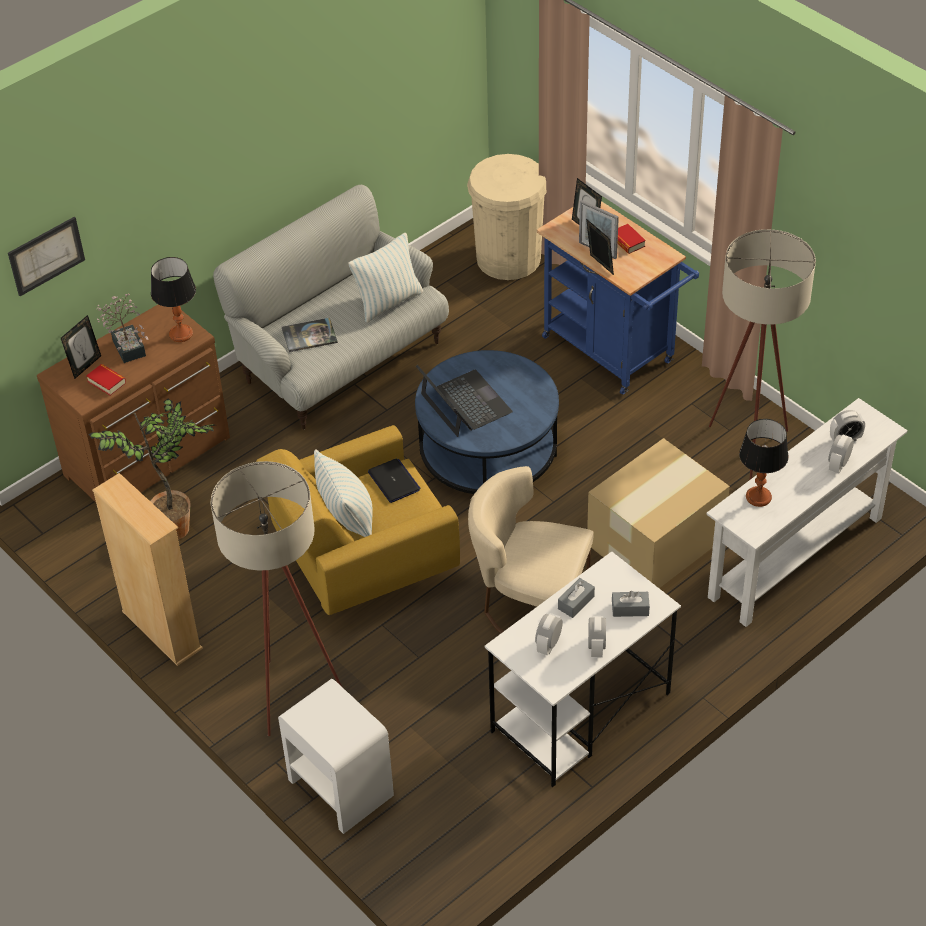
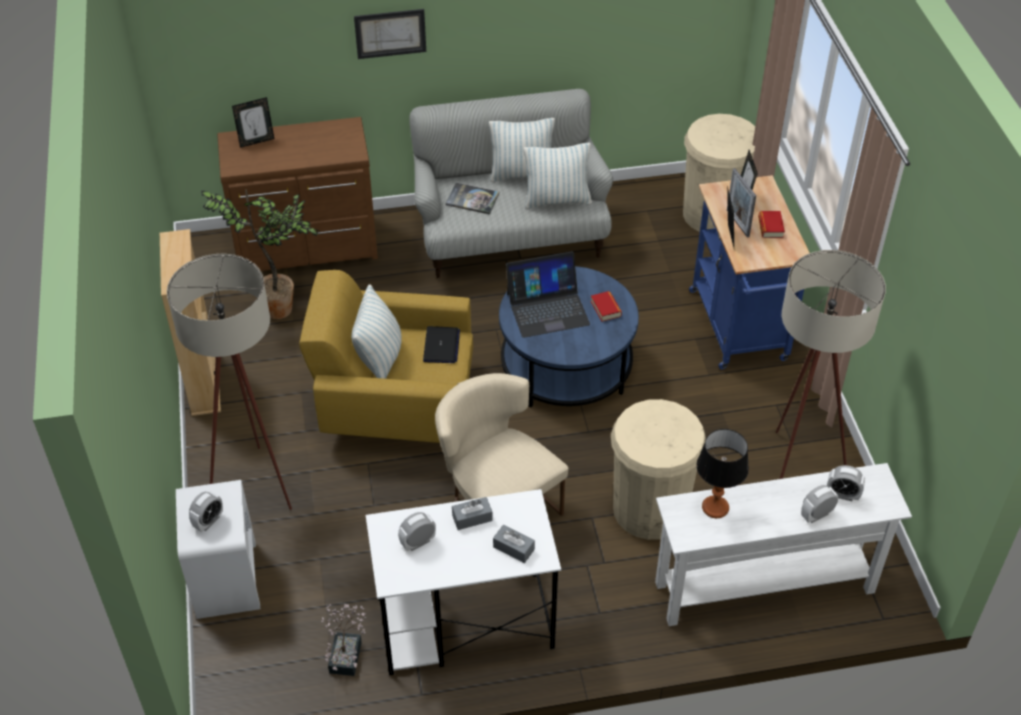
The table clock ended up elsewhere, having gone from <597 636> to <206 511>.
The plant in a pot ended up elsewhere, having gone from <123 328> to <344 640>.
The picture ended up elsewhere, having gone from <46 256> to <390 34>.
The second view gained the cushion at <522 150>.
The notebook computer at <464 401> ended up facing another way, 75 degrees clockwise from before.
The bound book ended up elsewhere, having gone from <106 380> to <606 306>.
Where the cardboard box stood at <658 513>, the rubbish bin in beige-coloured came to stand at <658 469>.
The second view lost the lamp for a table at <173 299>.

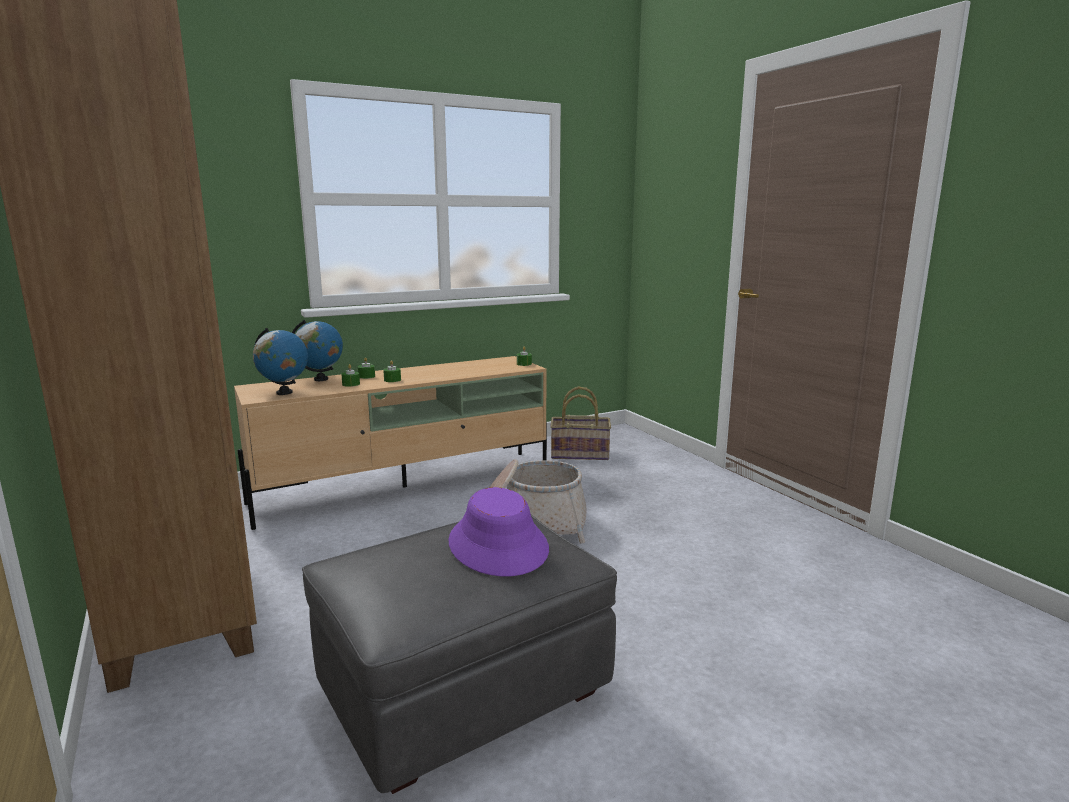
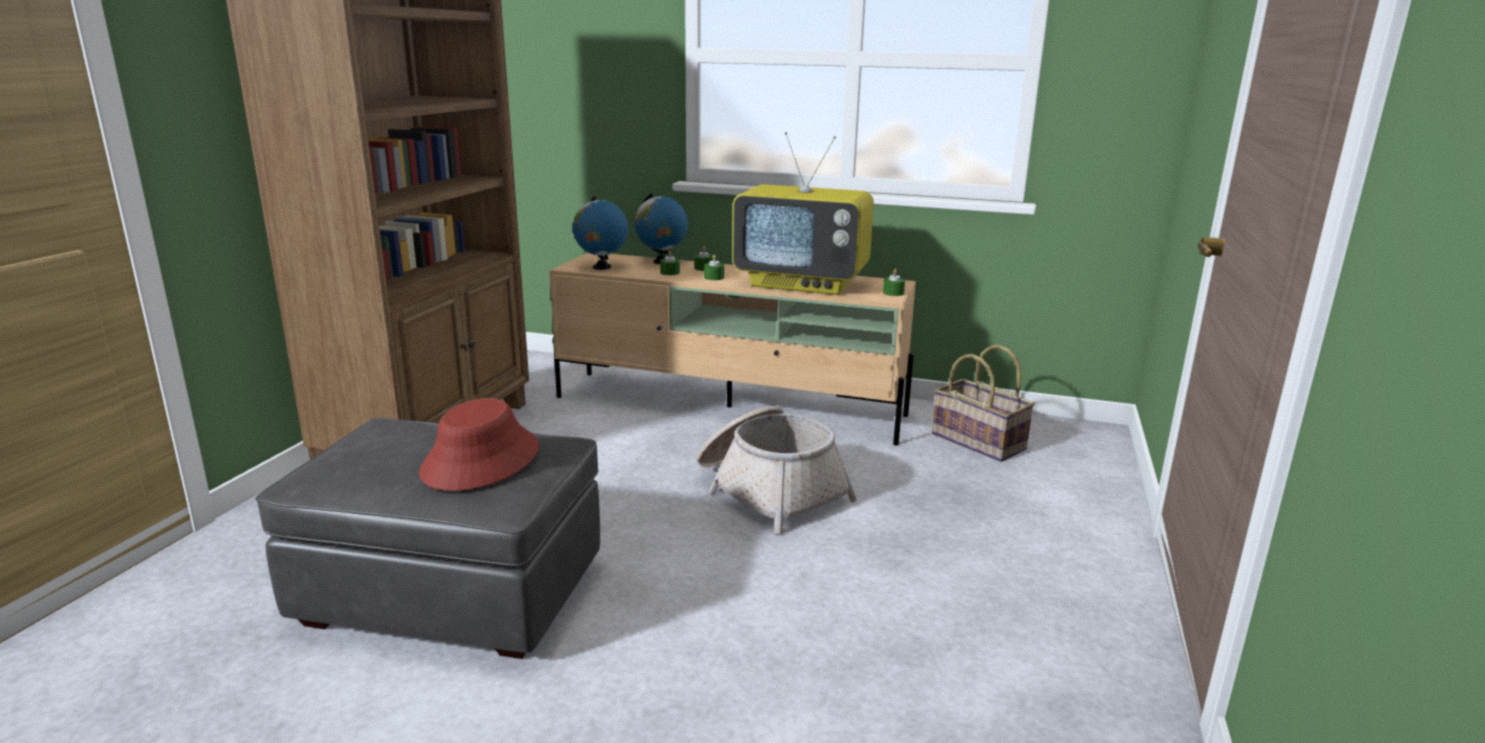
What was the clothing hat in purple at <498 531> turned into the clothing hat in red-coloured at <479 444>.
The second view gained the TV at <803 213>.

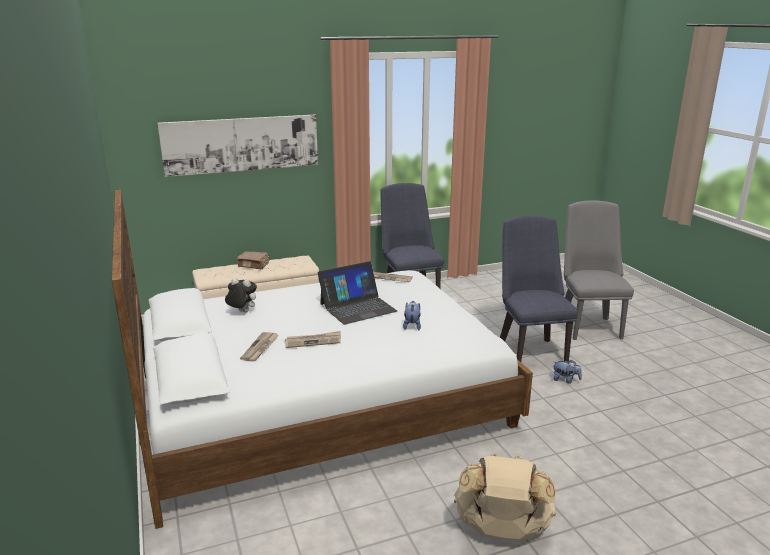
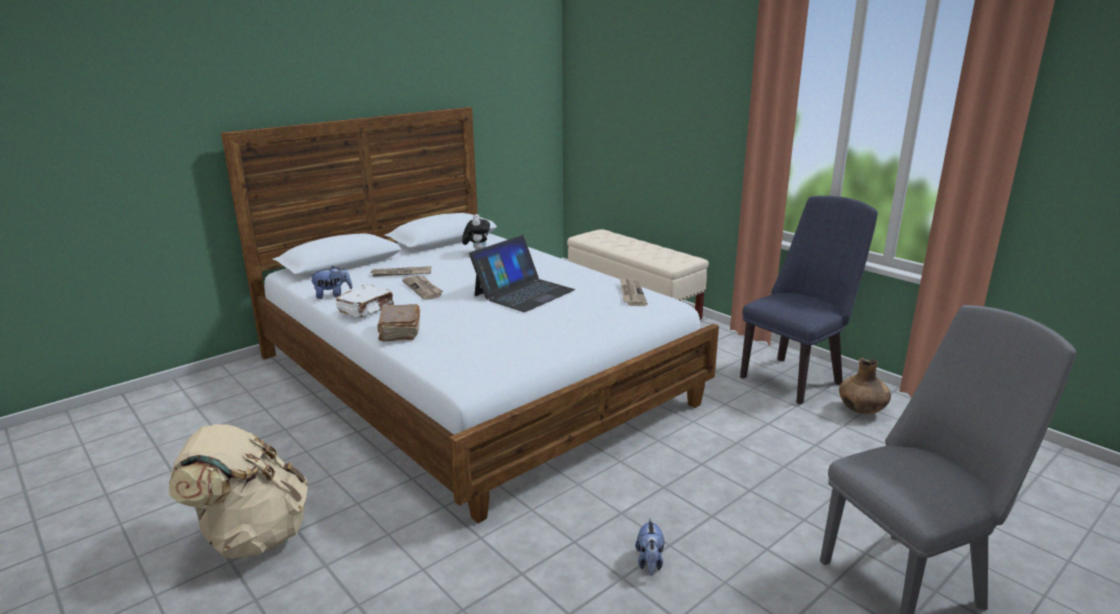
The soft toy ended up elsewhere, having gone from <412 315> to <331 282>.
The second view gained the bound book in whitish at <364 301>.
The bound book in brown-coloured ended up elsewhere, having gone from <252 260> to <399 323>.
The notebook computer at <357 293> ended up facing another way, 90 degrees counterclockwise from before.
The second view gained the decorative vase in brown-coloured at <865 386>.
The second view lost the picture at <238 146>.
The second view lost the plain chair in blue-coloured at <539 288>.

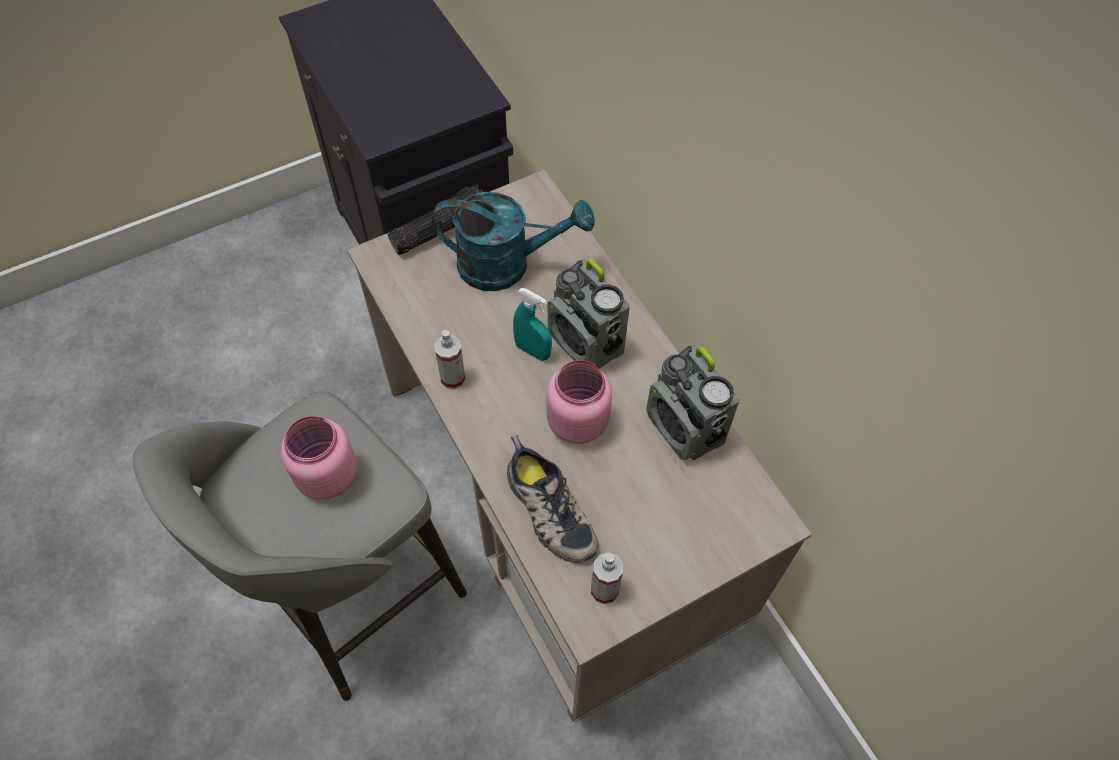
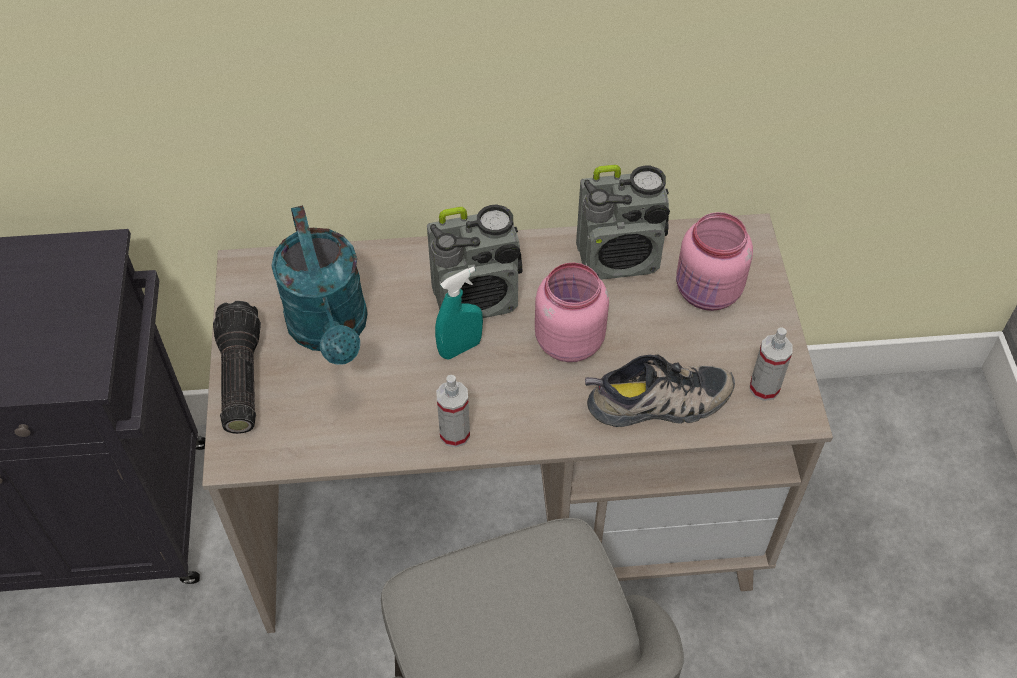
The watering can in turquoise-coloured at <513 241> ended up facing another way, 135 degrees clockwise from before.
The storage jar in pink ended up elsewhere, having gone from <319 458> to <714 261>.

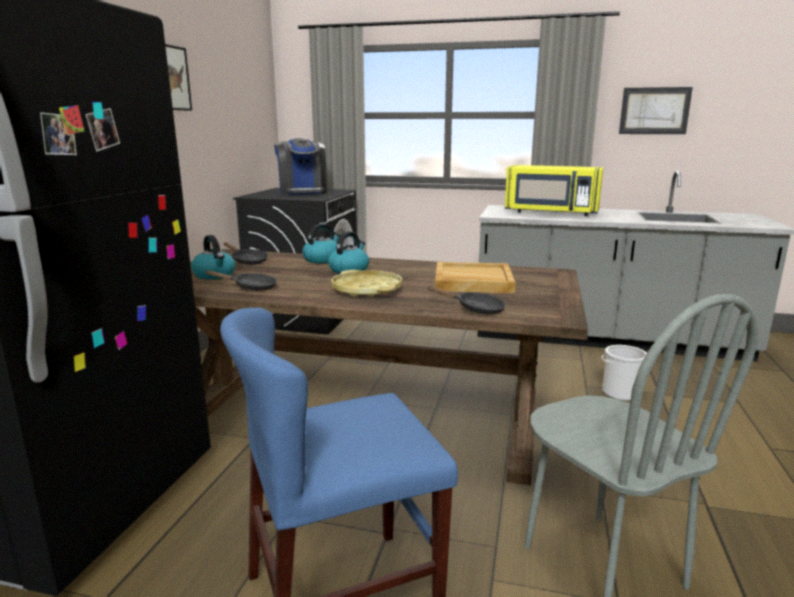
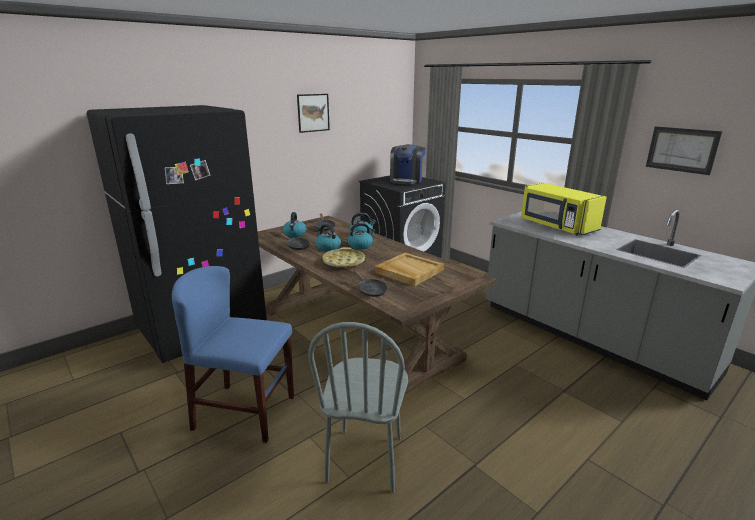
The second view gained the tea kettle at <328 237>.
The second view lost the pail at <624 373>.

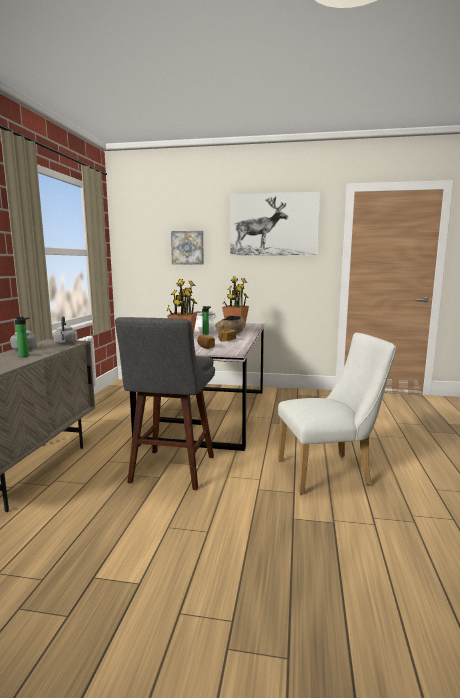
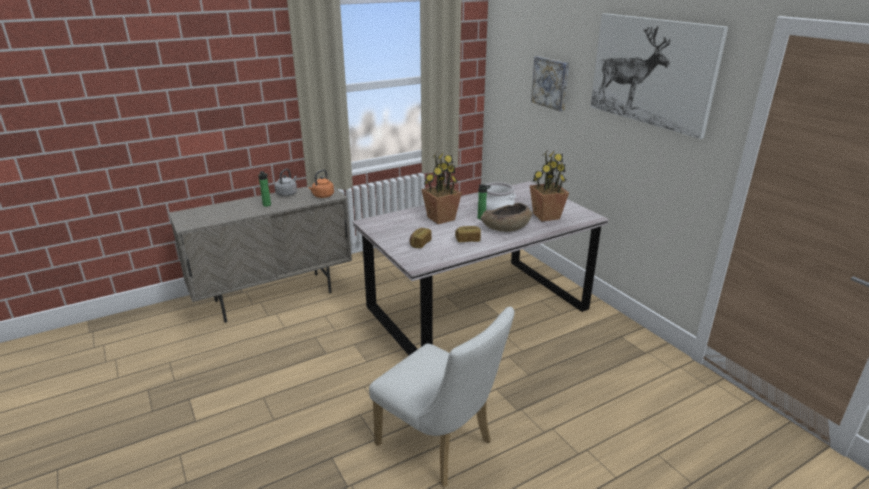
What was the tea kettle in gray at <65 330> turned into the tea kettle in orange-coloured at <321 184>.
The second view lost the stool seat in gray at <165 403>.

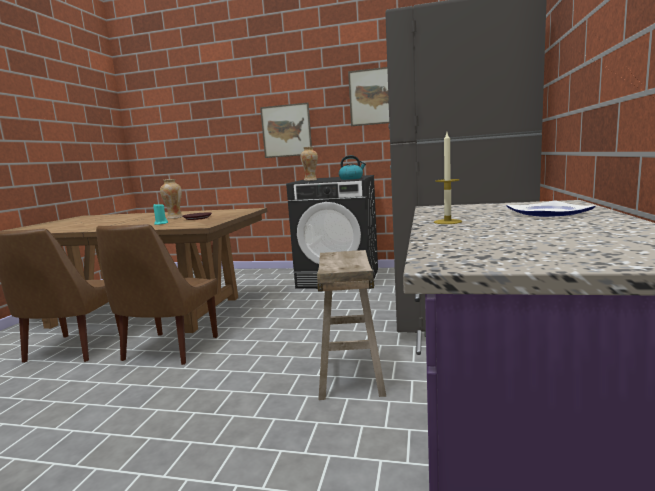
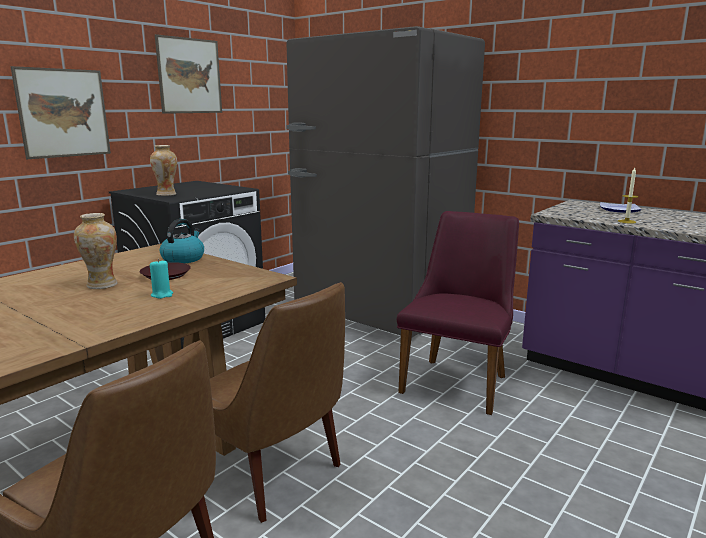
The tea kettle ended up elsewhere, having gone from <352 167> to <182 241>.
Where the stool seat in beige-coloured stood at <351 325>, the plain chair in purple came to stand at <458 313>.

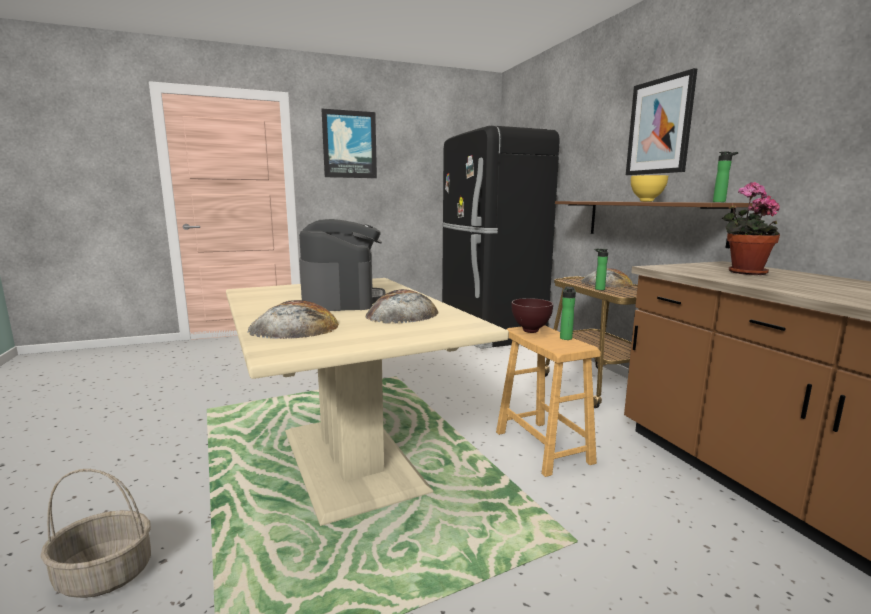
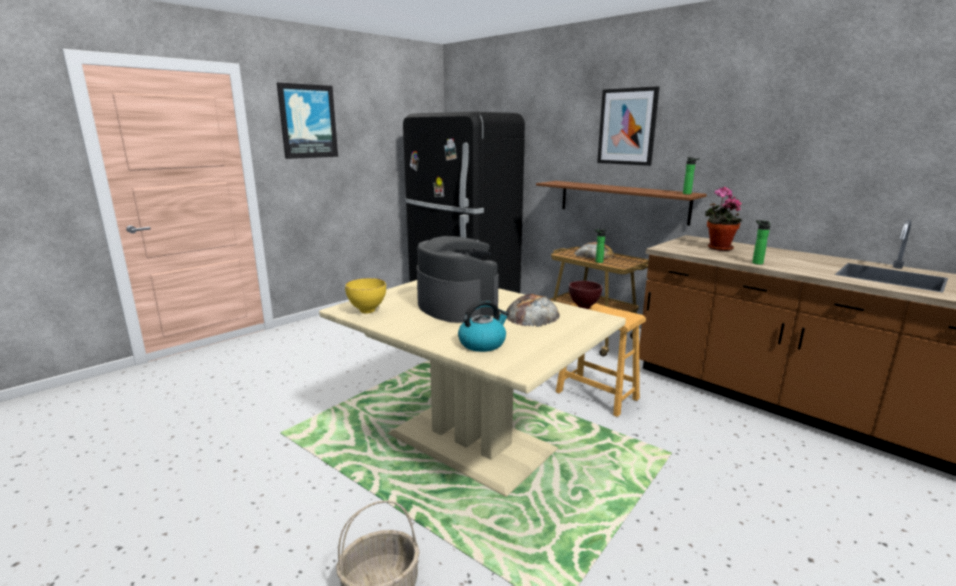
The deep dish in yellowish ended up elsewhere, having gone from <649 188> to <365 296>.
Where the bakery bread stood at <293 319>, the tea kettle came to stand at <483 326>.
The drink bottle ended up elsewhere, having gone from <568 313> to <761 242>.

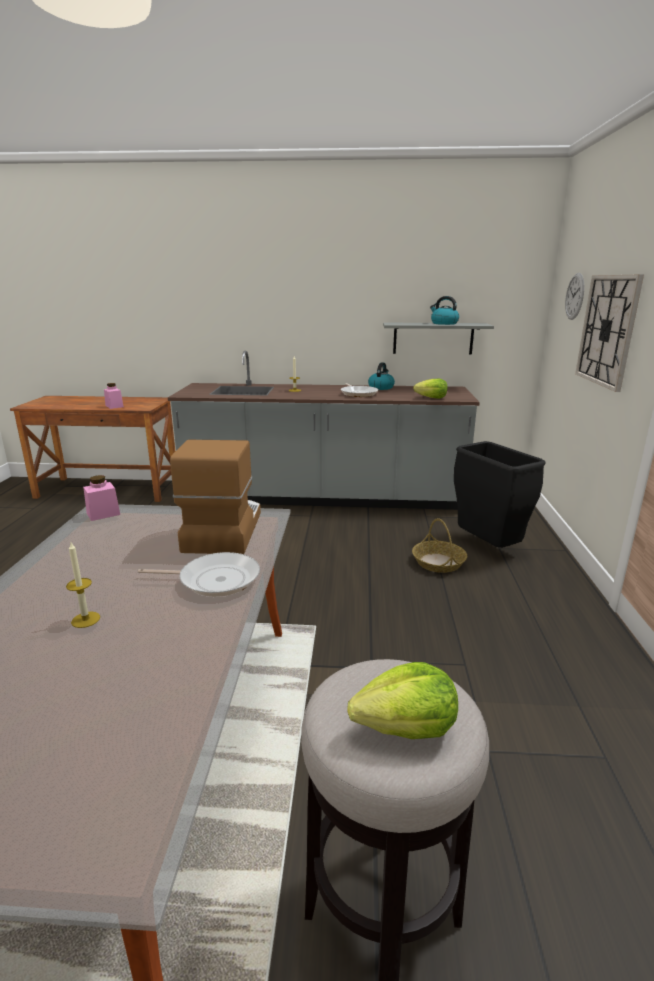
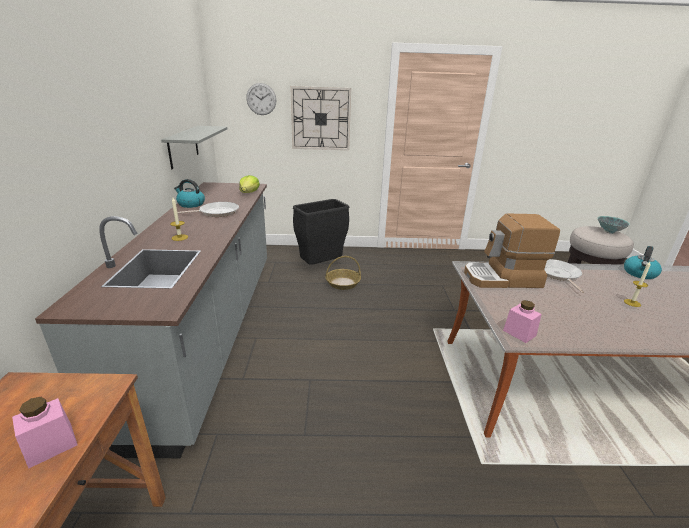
Where the lettuce stood at <402 700>, the deep dish came to stand at <613 225>.
The tea kettle ended up elsewhere, having gone from <444 310> to <643 262>.

